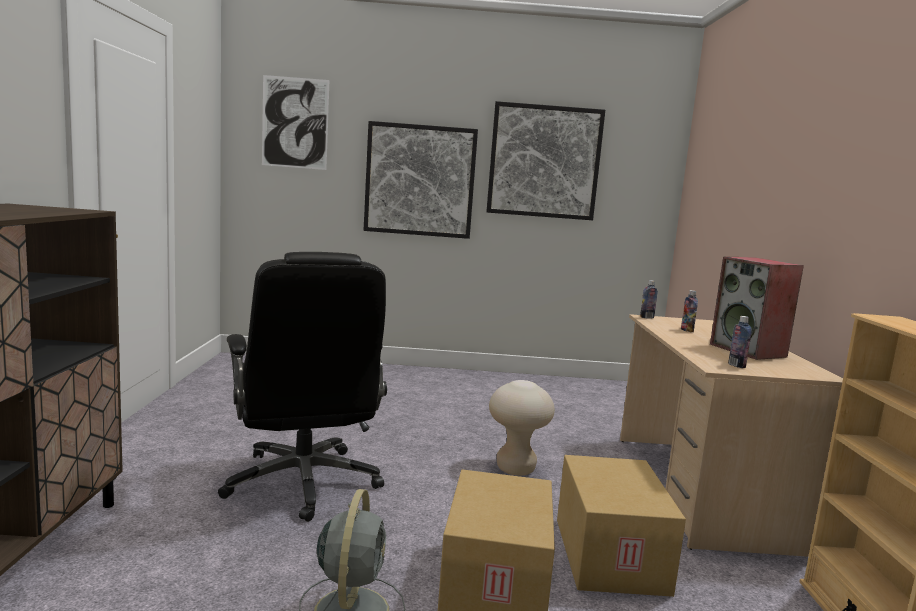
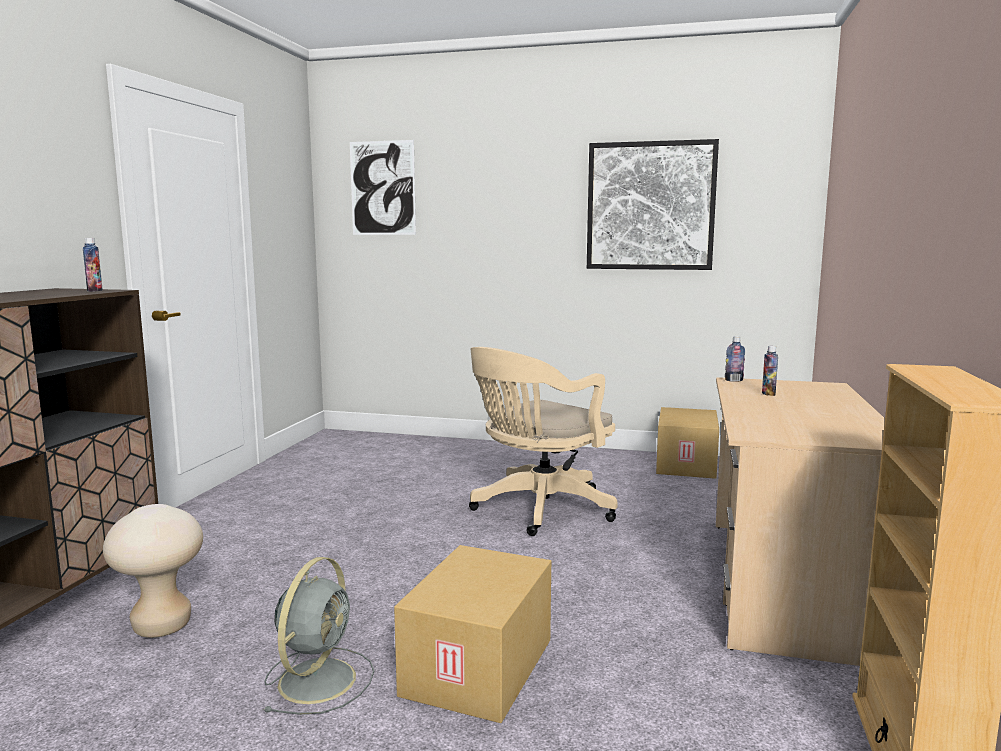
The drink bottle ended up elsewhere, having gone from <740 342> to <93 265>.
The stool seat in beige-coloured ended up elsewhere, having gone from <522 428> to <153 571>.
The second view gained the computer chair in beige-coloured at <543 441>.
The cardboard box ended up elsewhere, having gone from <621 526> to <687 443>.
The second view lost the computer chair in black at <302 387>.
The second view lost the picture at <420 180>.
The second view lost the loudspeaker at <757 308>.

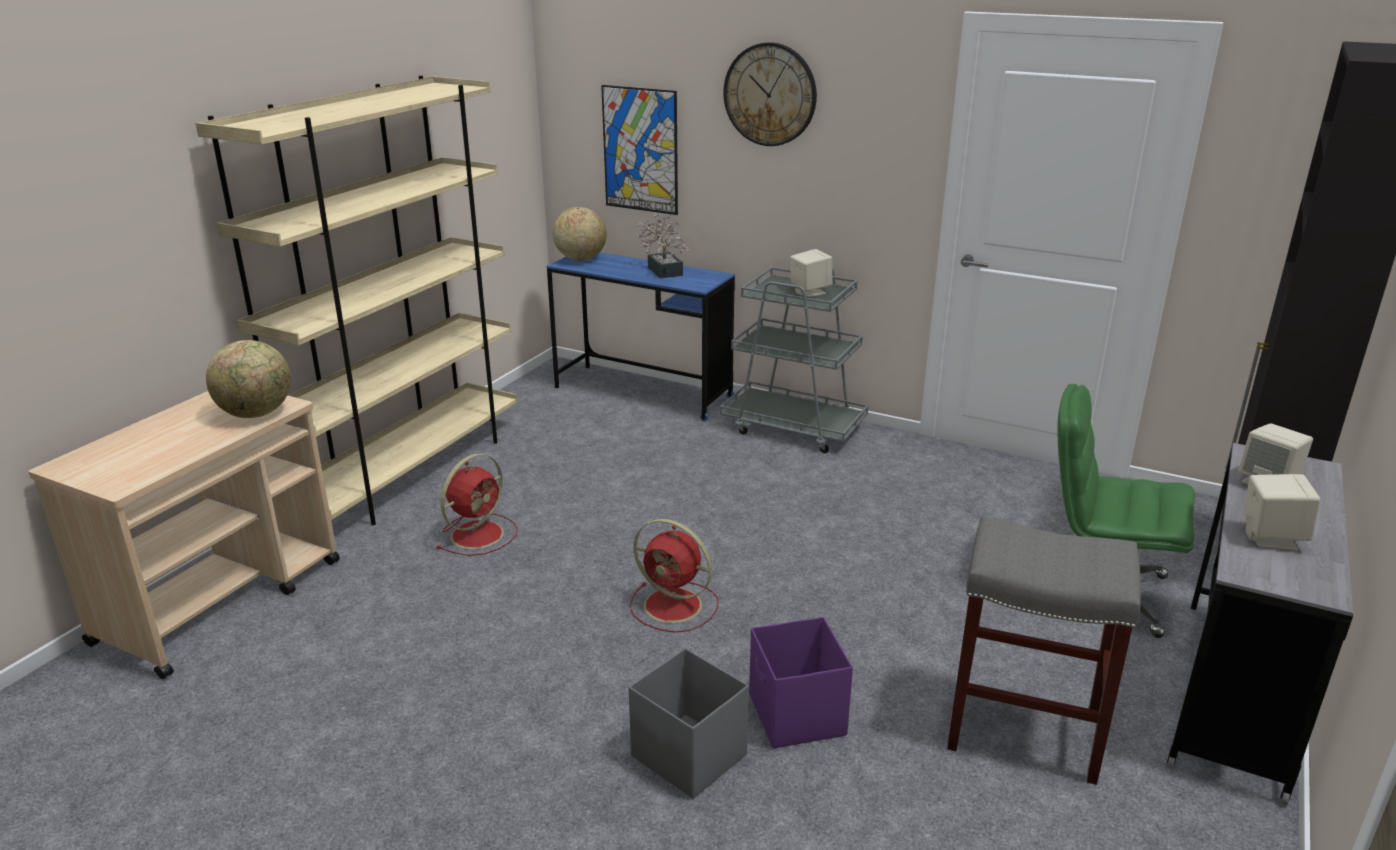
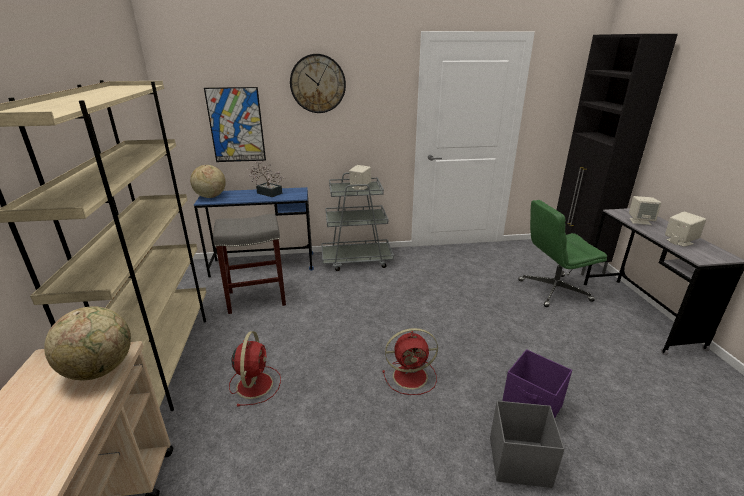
The stool seat in gray ended up elsewhere, having gone from <1044 650> to <249 264>.

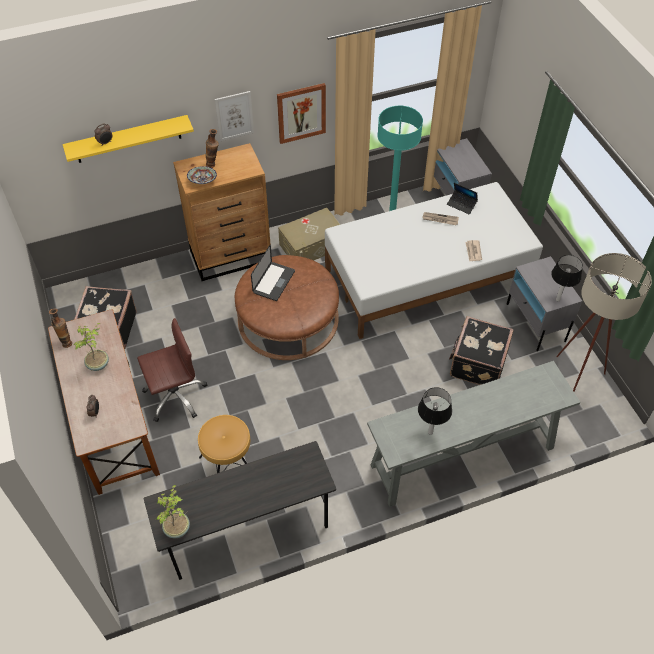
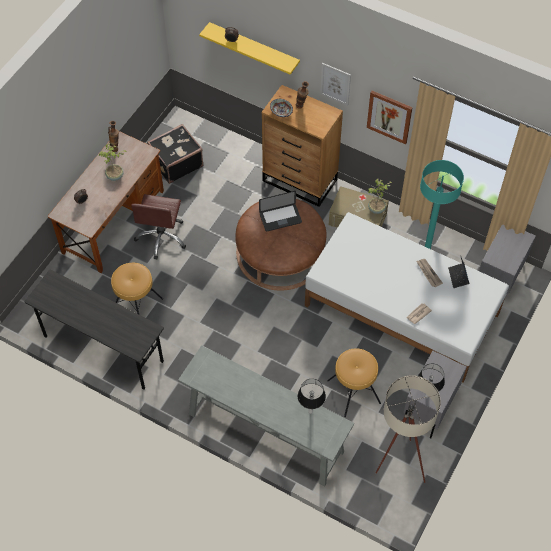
The computer chair in brown-coloured at <172 370> ended up facing another way, 75 degrees clockwise from before.
The lamp for a table ended up elsewhere, having gone from <435 411> to <312 396>.
Where the piece of luggage in black stood at <481 350>, the stool seat in brown-coloured came to stand at <354 382>.
The plant in a pot ended up elsewhere, having gone from <173 511> to <380 196>.

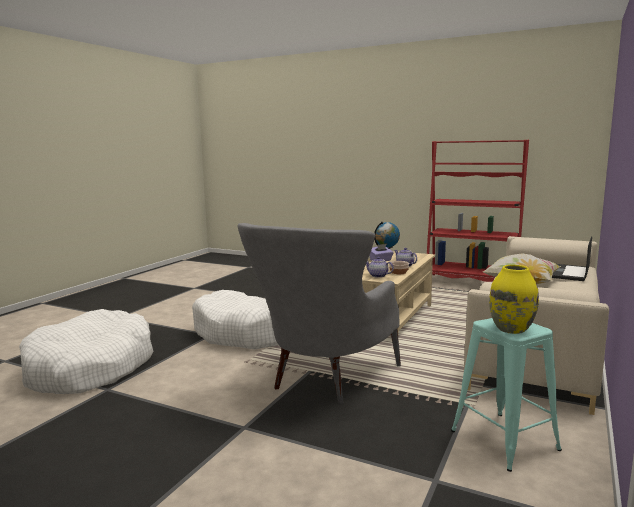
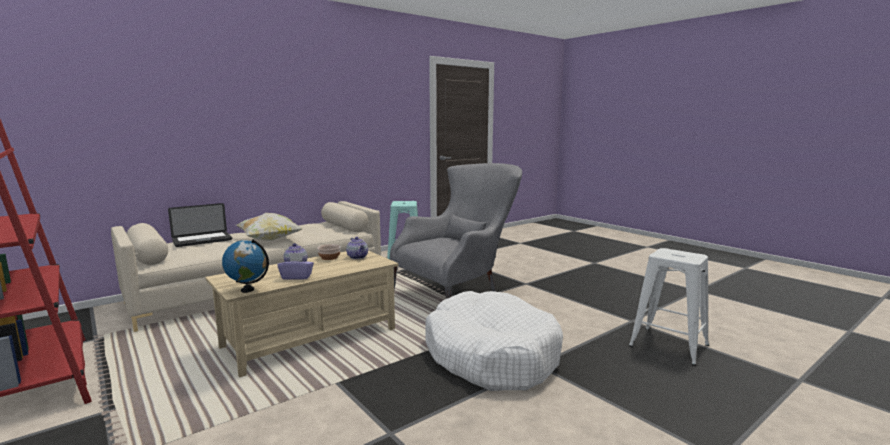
Where the dog cushion in whitish stood at <86 351>, the stool seat in whitish came to stand at <669 307>.
The second view lost the decorative vase in yellowish at <514 299>.

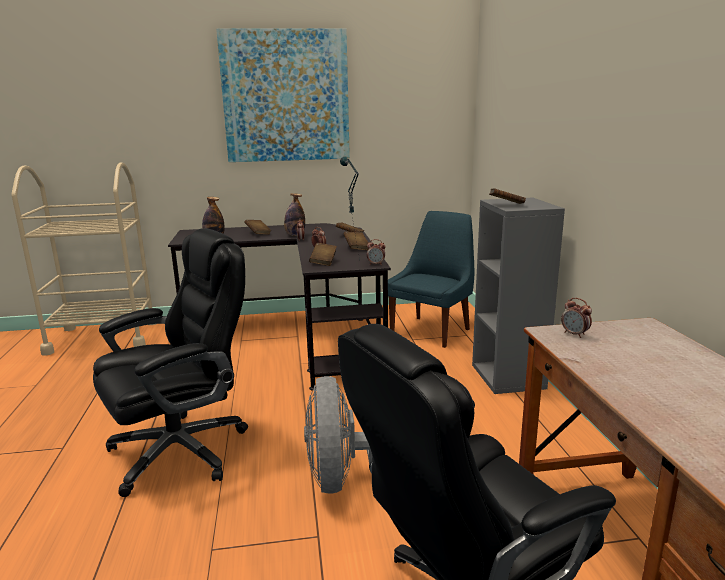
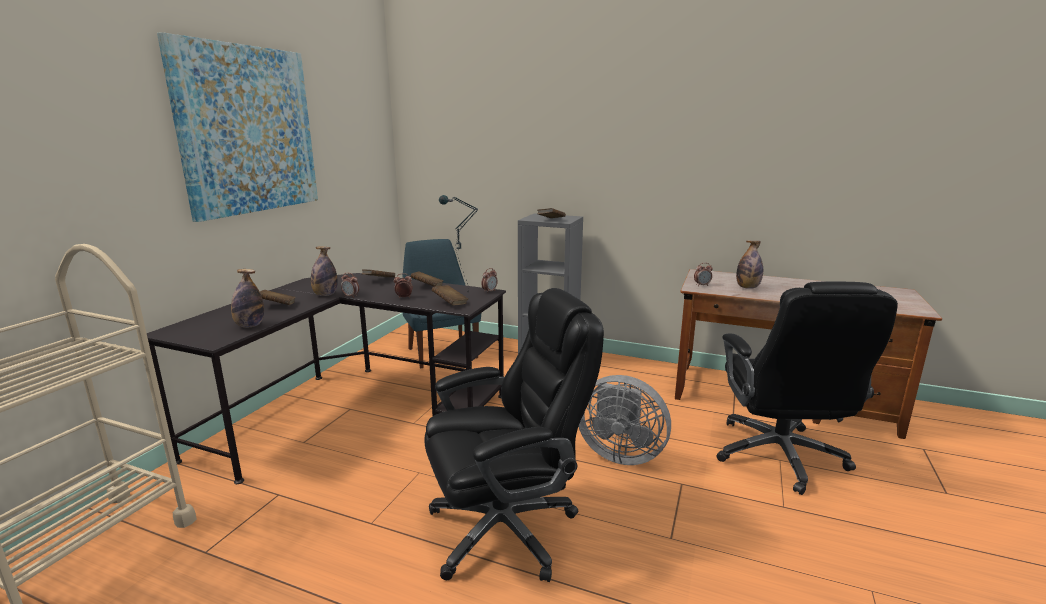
The computer chair in black at <170 362> ended up facing another way, 75 degrees clockwise from before.
The second view gained the drink bottle at <749 264>.

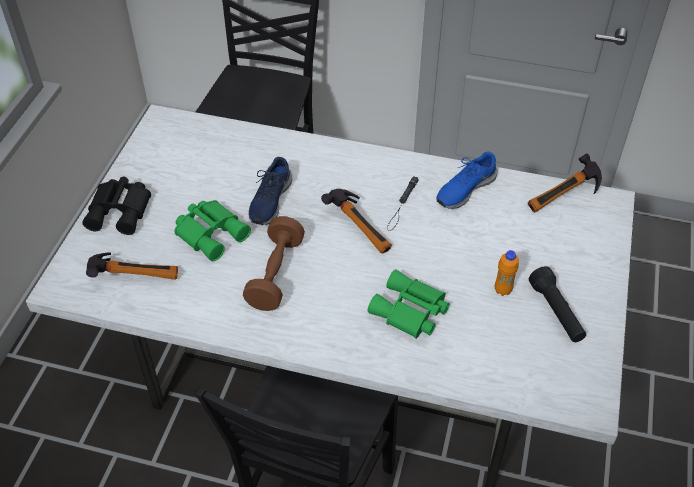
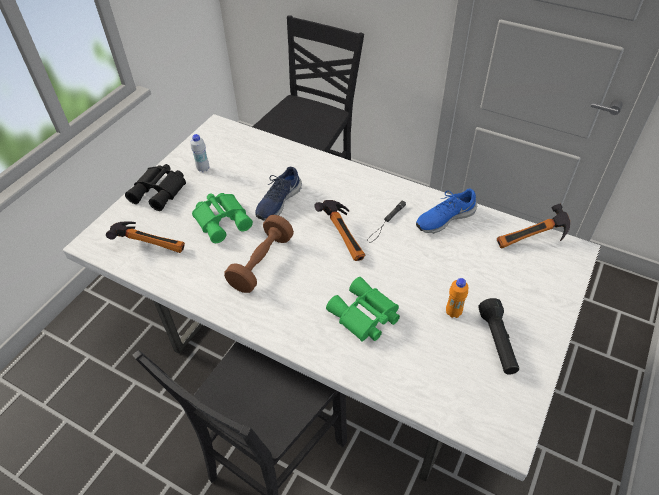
The second view gained the drink bottle in whitish at <199 153>.

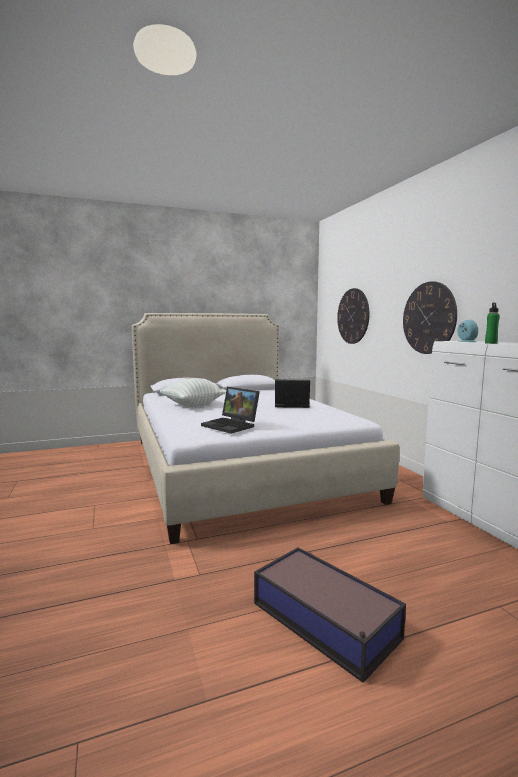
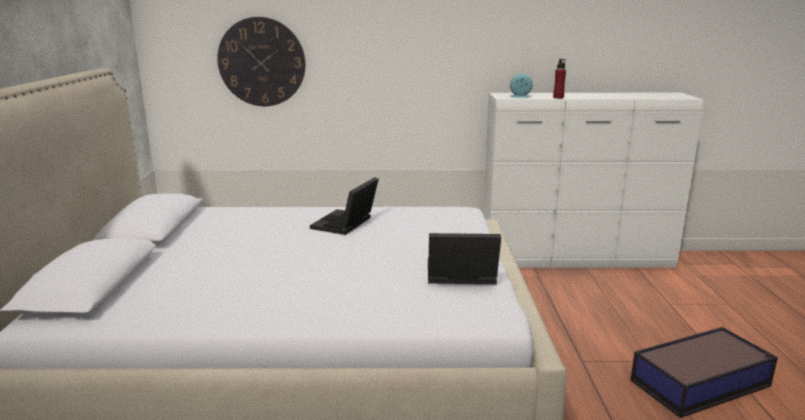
The notebook computer at <230 410> ended up facing another way, 150 degrees counterclockwise from before.
What was the drink bottle in greenish at <492 323> turned into the drink bottle in red-coloured at <559 79>.
The second view lost the cushion at <193 392>.
The second view lost the hanging clock at <430 317>.

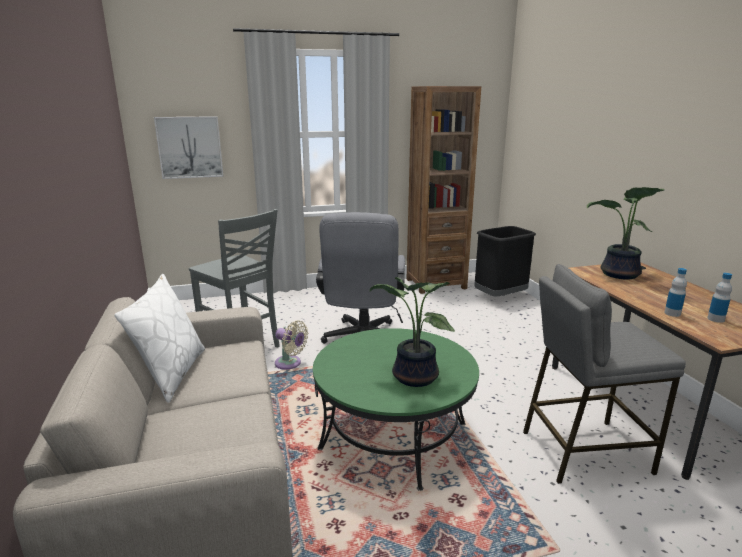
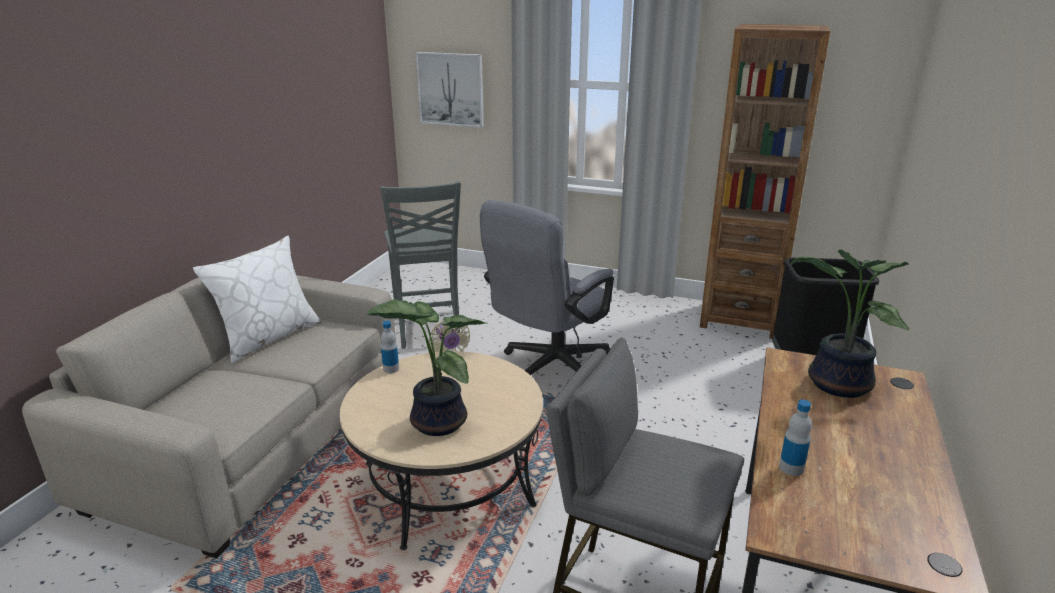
What was the low table in greenish at <396 409> turned into the low table in beige-coloured at <441 450>.
The drink bottle ended up elsewhere, having gone from <719 298> to <390 347>.

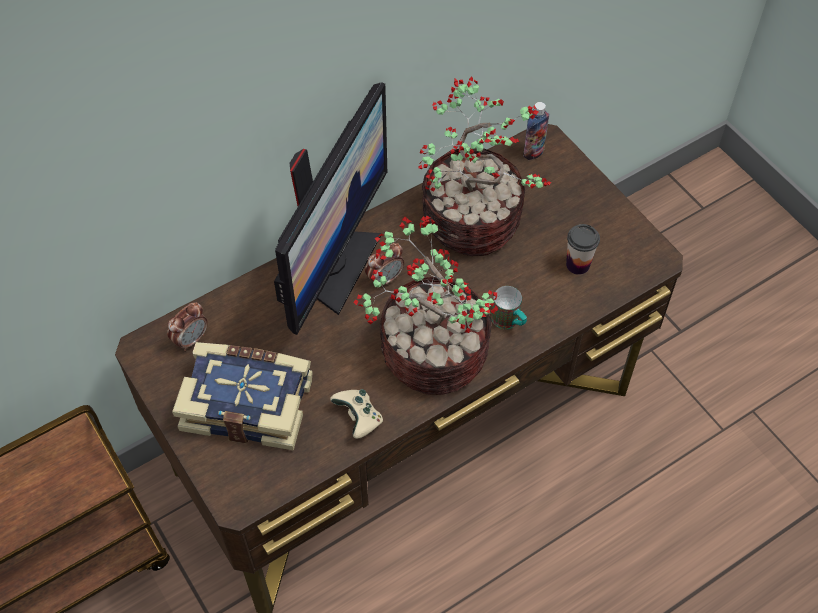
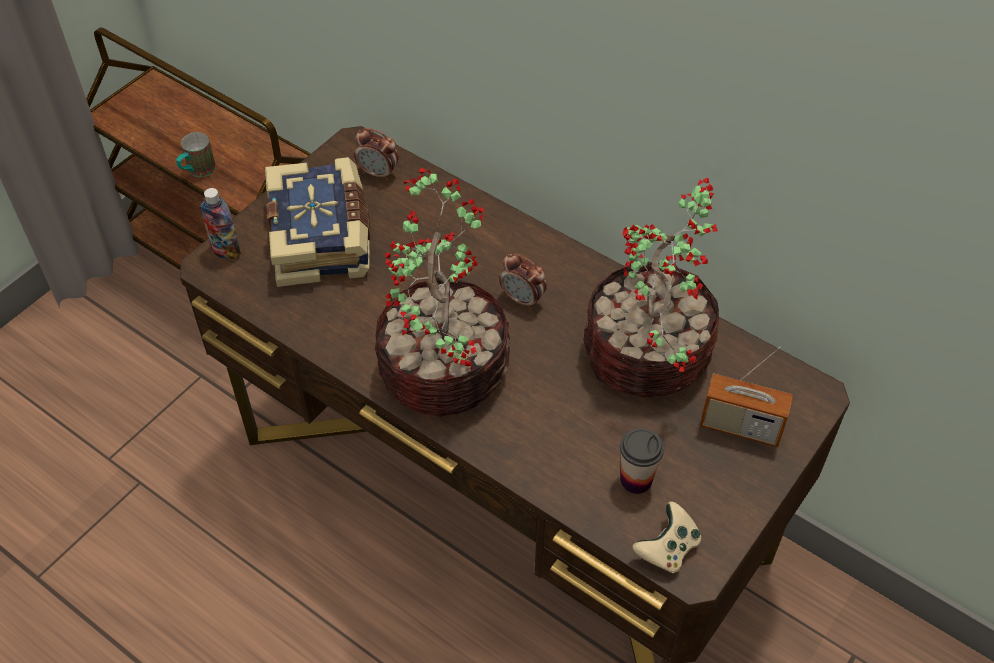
The coffee mug ended up elsewhere, having gone from <509 307> to <196 154>.
The drink bottle ended up elsewhere, having gone from <536 131> to <220 223>.
The game controller in beige-coloured ended up elsewhere, having gone from <356 414> to <667 537>.
The second view gained the radio receiver at <746 397>.
The second view lost the computer screen at <330 208>.

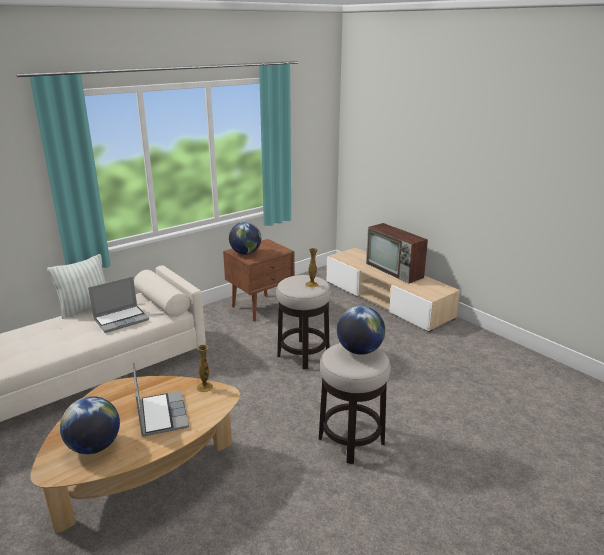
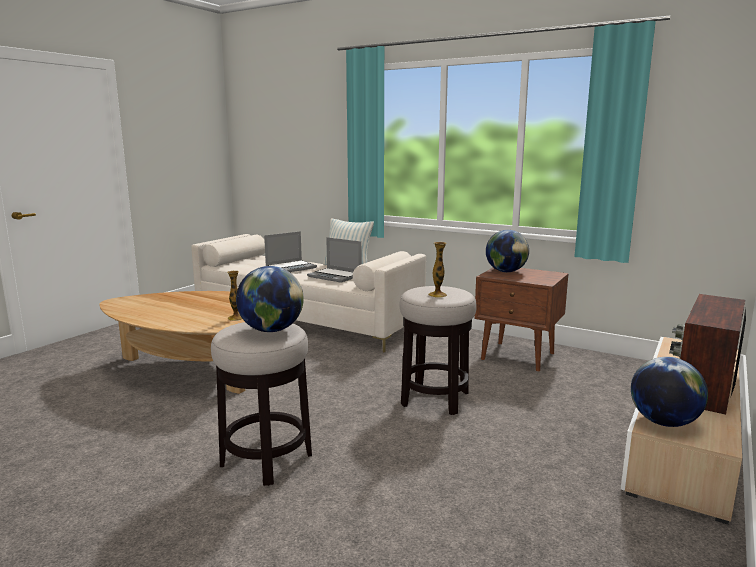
The notebook computer ended up elsewhere, having gone from <161 400> to <290 251>.
The globe ended up elsewhere, having gone from <90 425> to <669 392>.

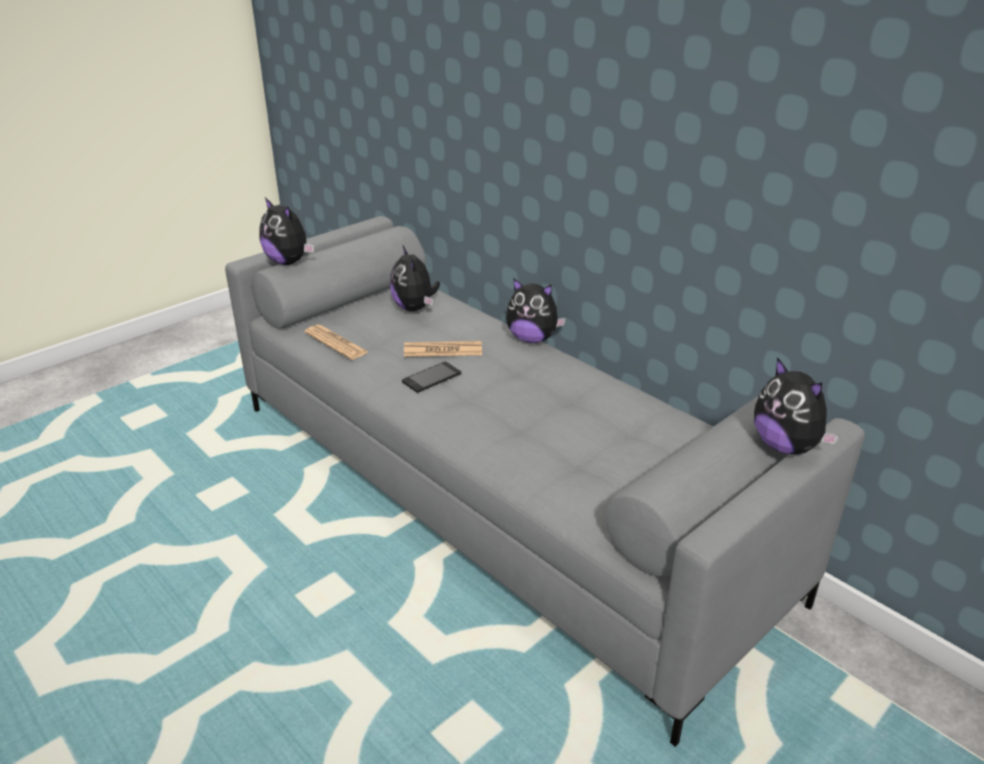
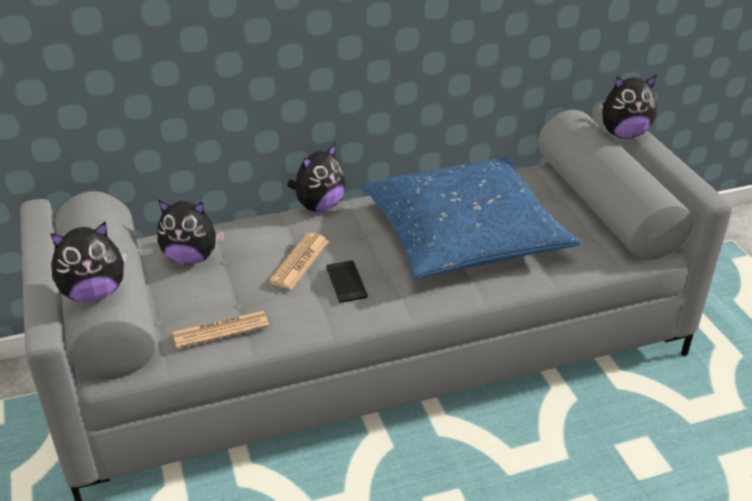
The second view gained the cushion in blue-coloured at <471 217>.

